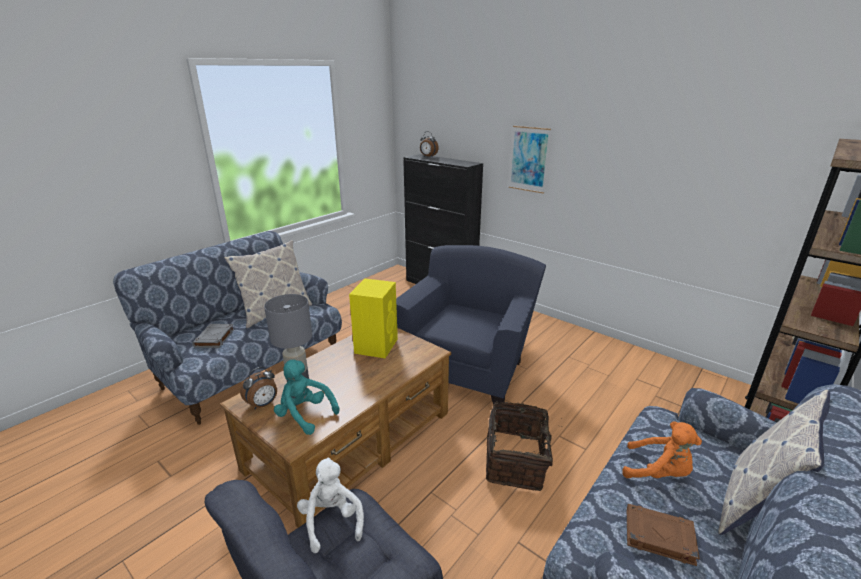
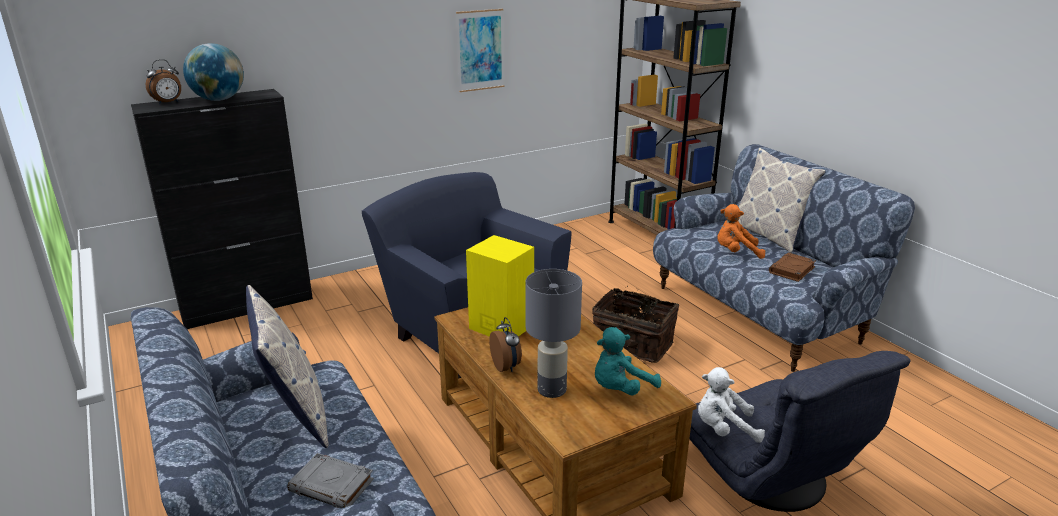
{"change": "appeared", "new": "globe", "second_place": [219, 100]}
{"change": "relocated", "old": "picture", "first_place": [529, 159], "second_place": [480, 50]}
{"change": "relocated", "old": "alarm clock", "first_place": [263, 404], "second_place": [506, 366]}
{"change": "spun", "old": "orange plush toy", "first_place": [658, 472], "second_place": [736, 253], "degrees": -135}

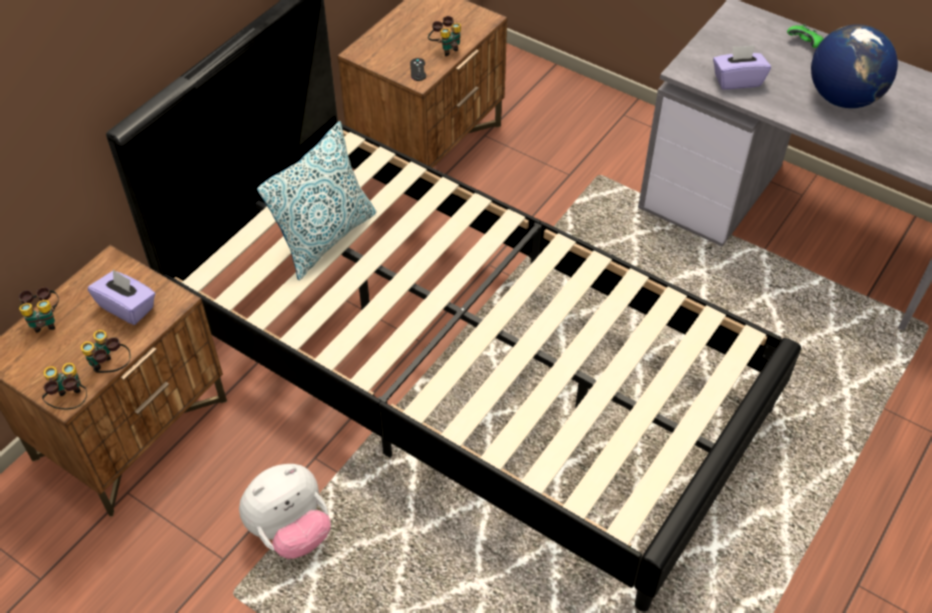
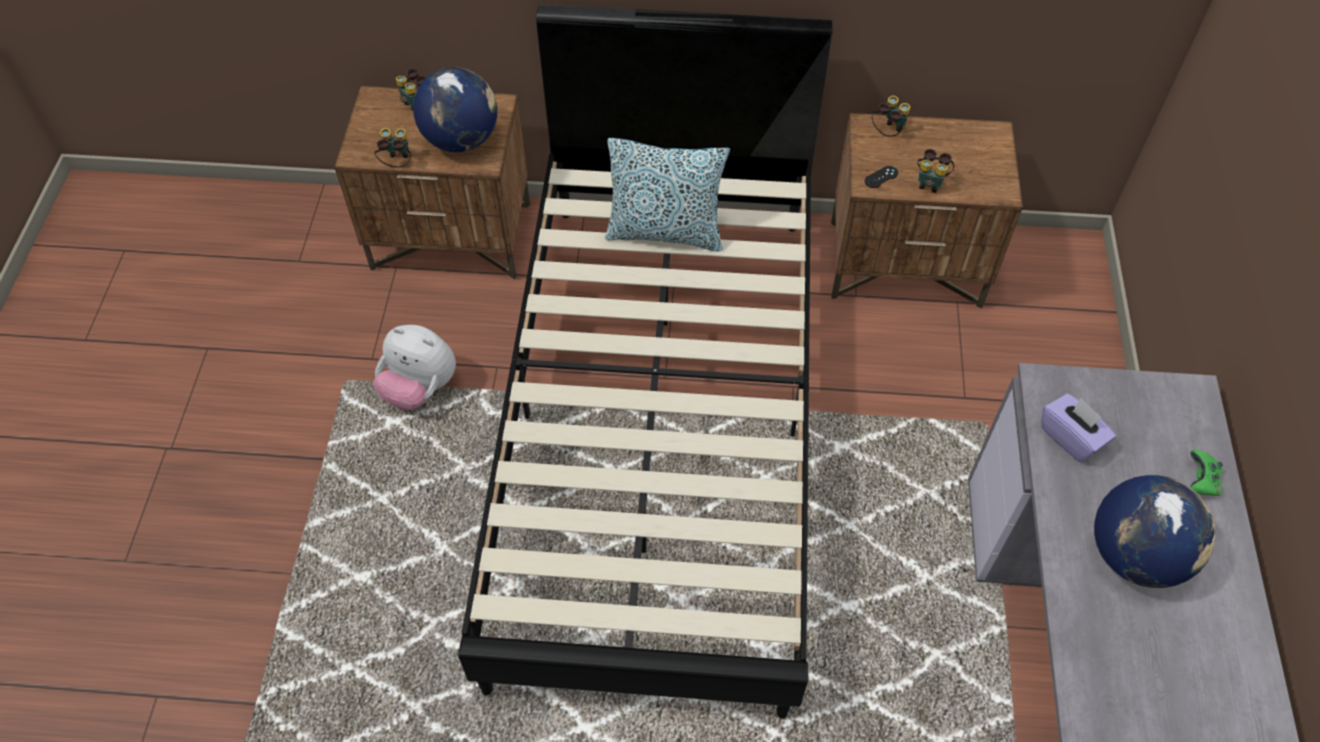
{"change": "exchanged", "old": "purple tissue box", "new": "globe", "first_place": [127, 307], "second_place": [461, 139]}
{"change": "relocated", "old": "binoculars", "first_place": [70, 402], "second_place": [887, 132]}

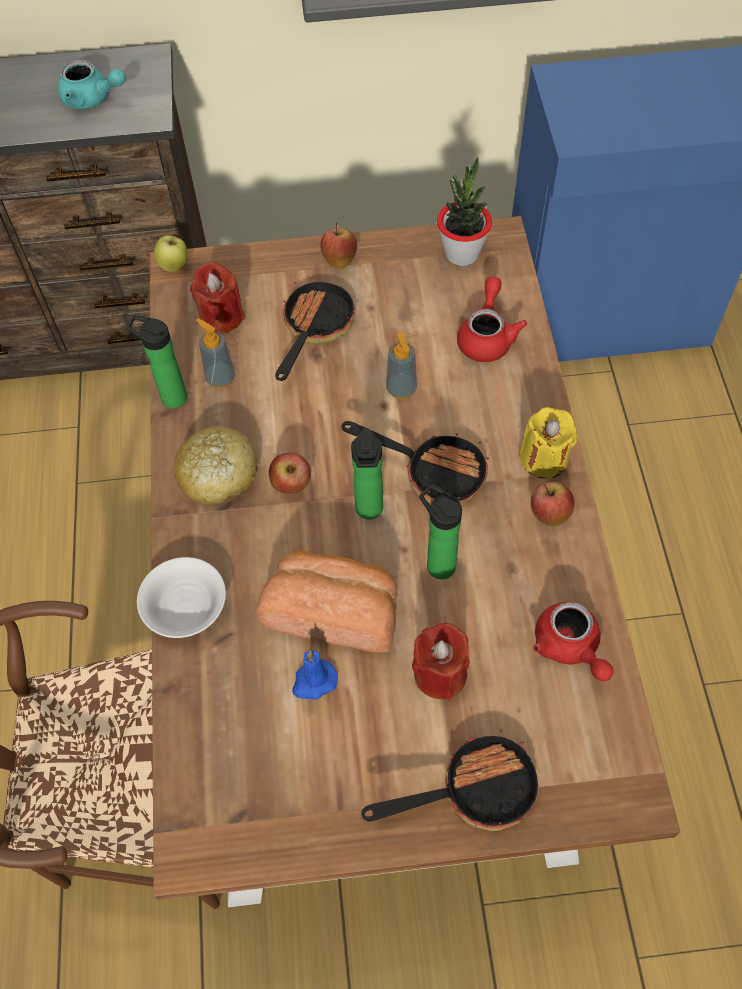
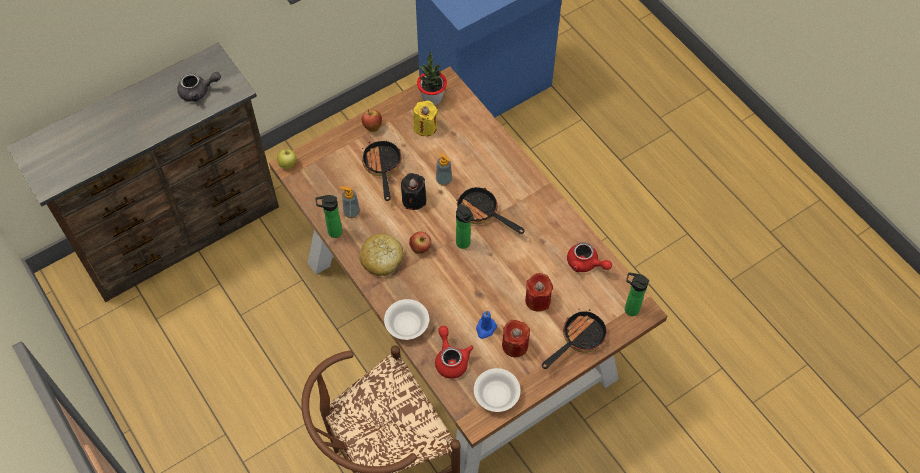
{"change": "colour", "old": "turquoise teapot", "new": "grey teapot", "first_place": [92, 99], "second_place": [198, 92]}
{"change": "appeared", "new": "black candle", "second_place": [414, 200]}
{"change": "relocated", "old": "yellow candle", "first_place": [544, 459], "second_place": [425, 127]}
{"change": "relocated", "old": "red teapot", "first_place": [487, 336], "second_place": [451, 359]}
{"change": "spun", "old": "frying pan", "first_place": [433, 471], "second_place": [482, 213], "degrees": -135}
{"change": "appeared", "new": "white bowl", "second_place": [497, 394]}
{"change": "relocated", "old": "red candle", "first_place": [221, 317], "second_place": [515, 345]}
{"change": "relocated", "old": "bottle", "first_place": [437, 563], "second_place": [629, 309]}
{"change": "missing", "old": "bread", "first_place": [334, 611]}
{"change": "missing", "old": "apple", "first_place": [549, 515]}

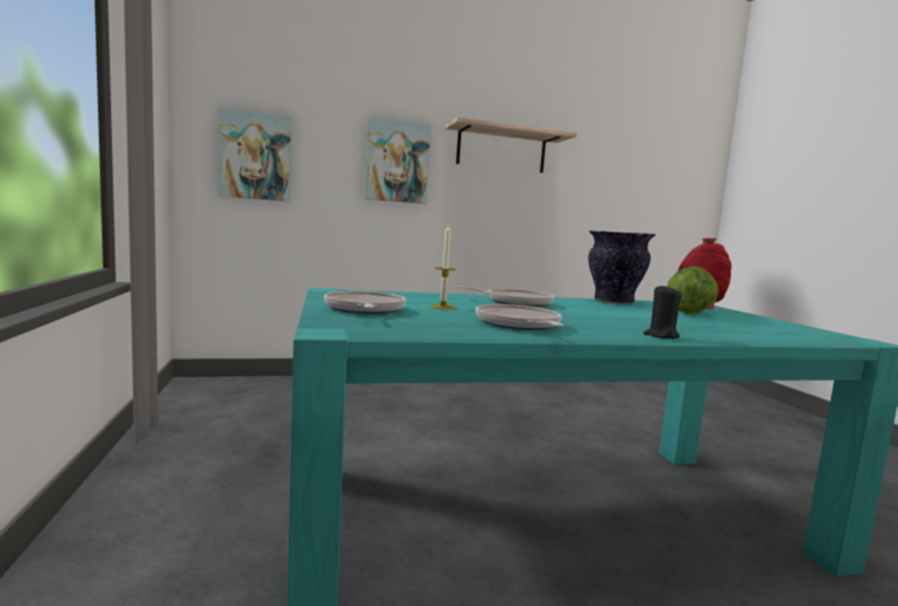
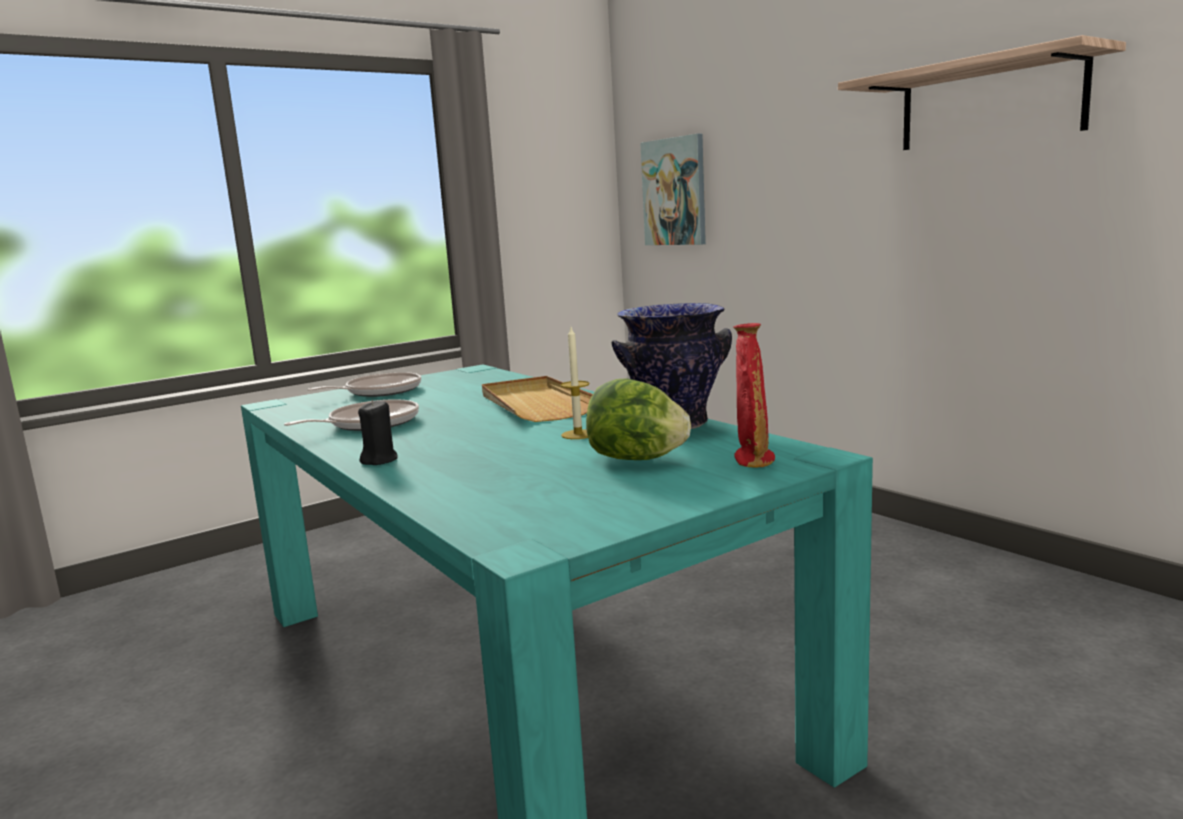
{"change": "exchanged", "old": "frying pan", "new": "beige tray", "first_place": [515, 302], "second_place": [535, 404]}
{"change": "relocated", "old": "candle", "first_place": [443, 307], "second_place": [578, 434]}
{"change": "missing", "old": "picture", "first_place": [397, 161]}

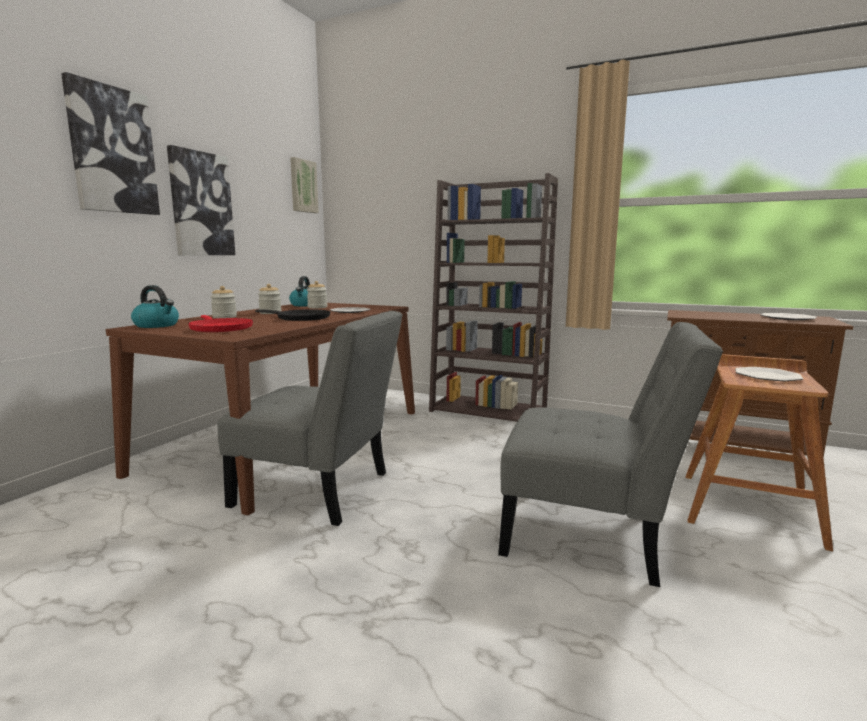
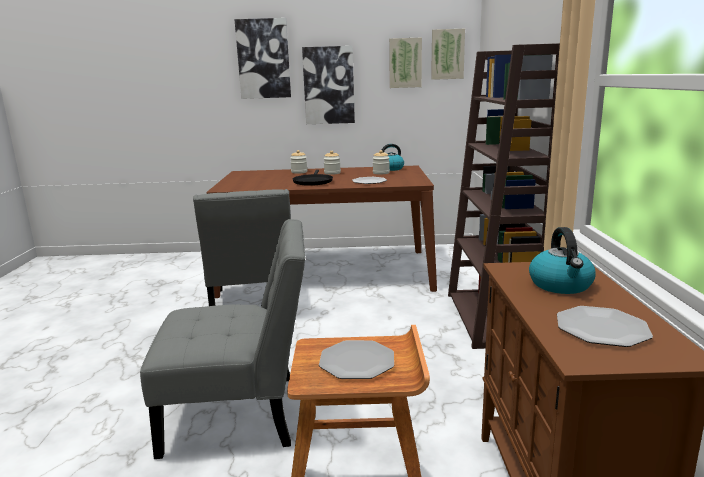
{"change": "spun", "old": "grey chair", "first_place": [592, 536], "second_place": [241, 414], "degrees": -90}
{"change": "appeared", "new": "picture", "second_place": [405, 63]}
{"change": "relocated", "old": "kettle", "first_place": [157, 325], "second_place": [561, 285]}
{"change": "missing", "old": "red frying pan", "first_place": [220, 328]}

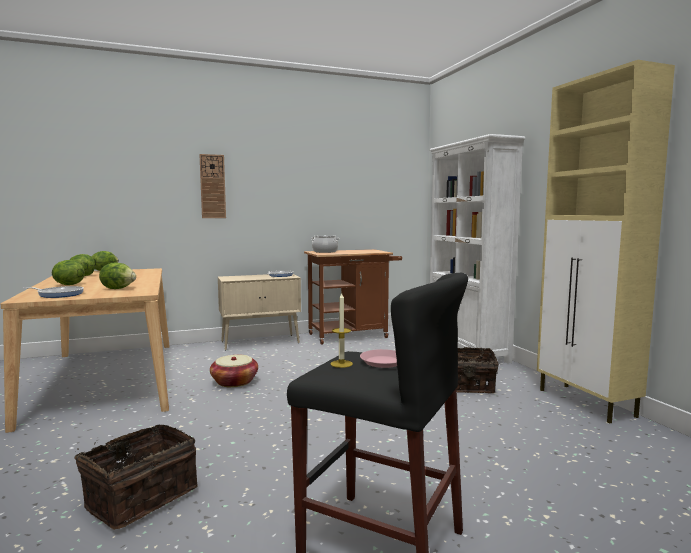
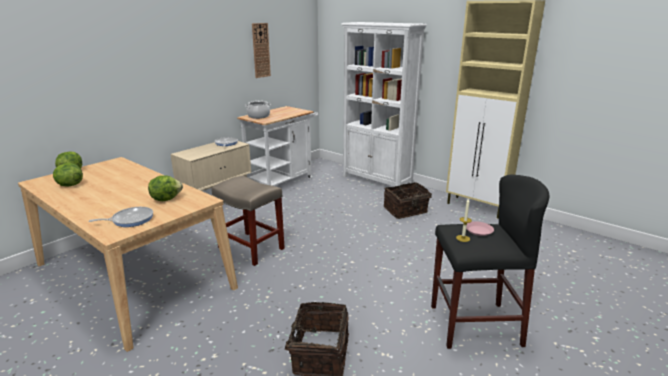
{"change": "exchanged", "old": "basket", "new": "beige stool", "first_place": [234, 382], "second_place": [252, 248]}
{"change": "colour", "old": "brown cart", "new": "white cart", "first_place": [352, 335], "second_place": [283, 181]}
{"change": "relocated", "old": "wall clock", "first_place": [212, 186], "second_place": [261, 50]}
{"change": "missing", "old": "lettuce", "first_place": [68, 285]}

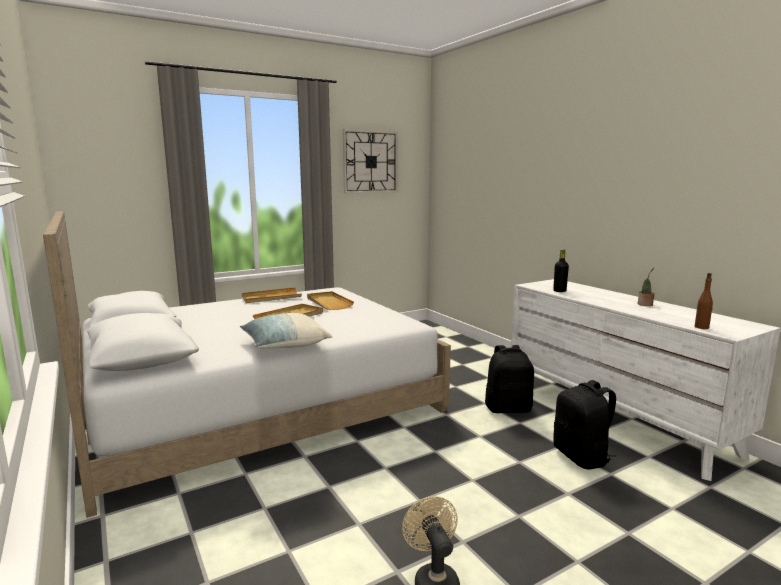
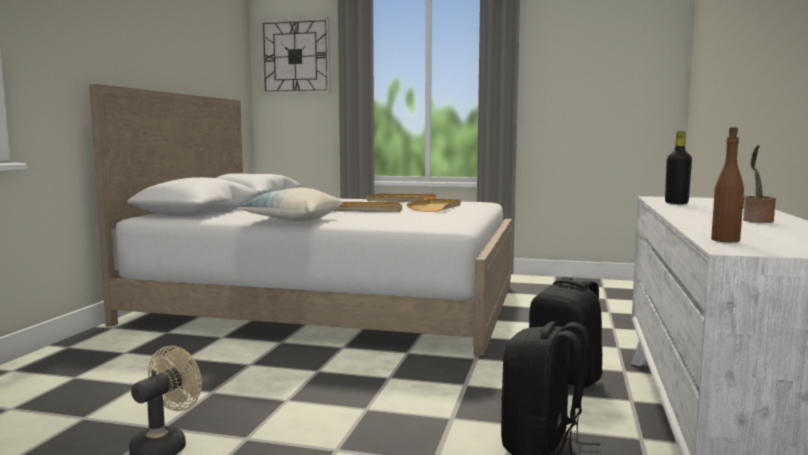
{"change": "relocated", "old": "wall clock", "first_place": [370, 162], "second_place": [295, 56]}

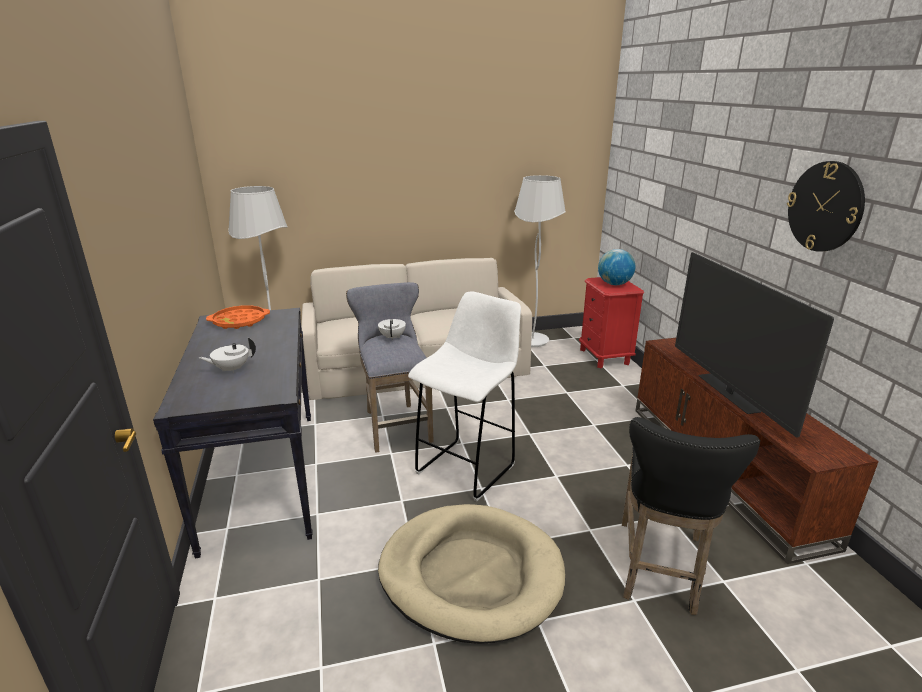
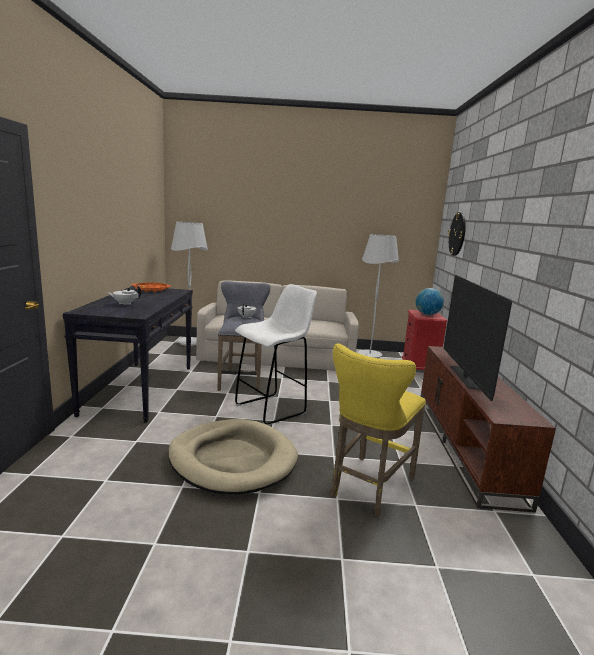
{"change": "colour", "old": "black stool", "new": "yellow stool", "first_place": [659, 570], "second_place": [368, 487]}
{"change": "relocated", "old": "wall clock", "first_place": [825, 207], "second_place": [457, 234]}

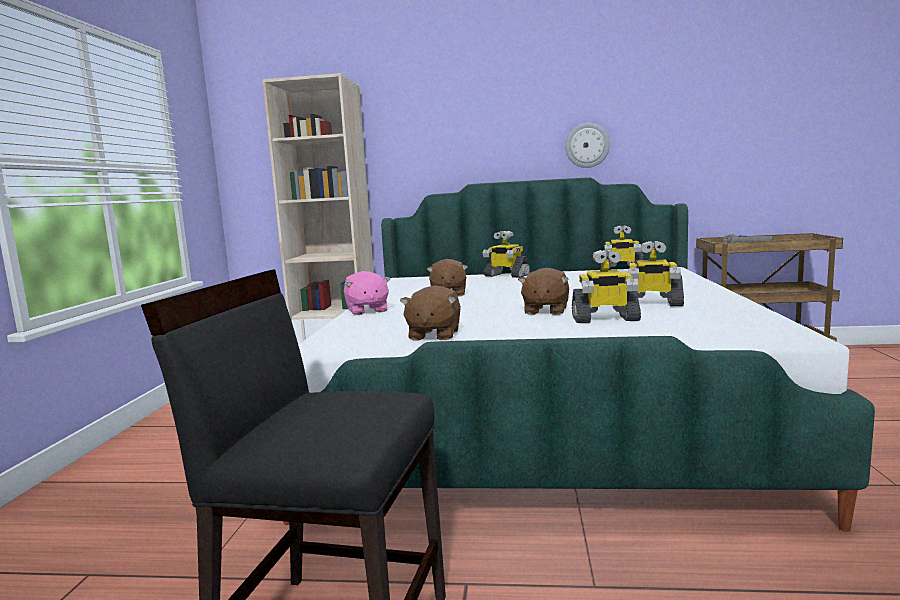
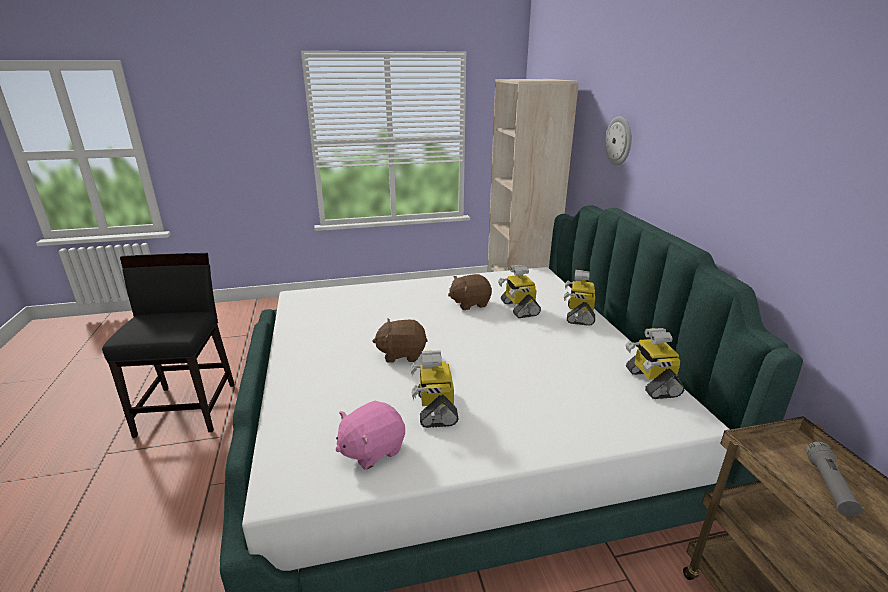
{"change": "relocated", "old": "pink plush toy", "first_place": [366, 310], "second_place": [371, 449]}
{"change": "relocated", "old": "toy robot", "first_place": [605, 319], "second_place": [518, 308]}
{"change": "relocated", "old": "wall clock", "first_place": [587, 145], "second_place": [619, 141]}
{"change": "missing", "old": "brown plush toy", "first_place": [433, 335]}

